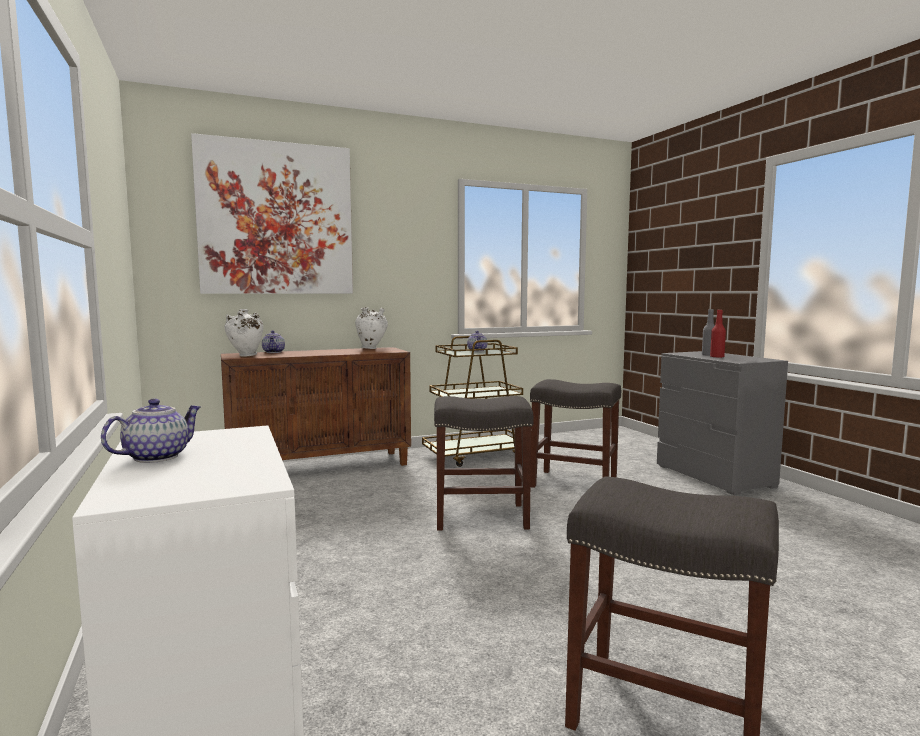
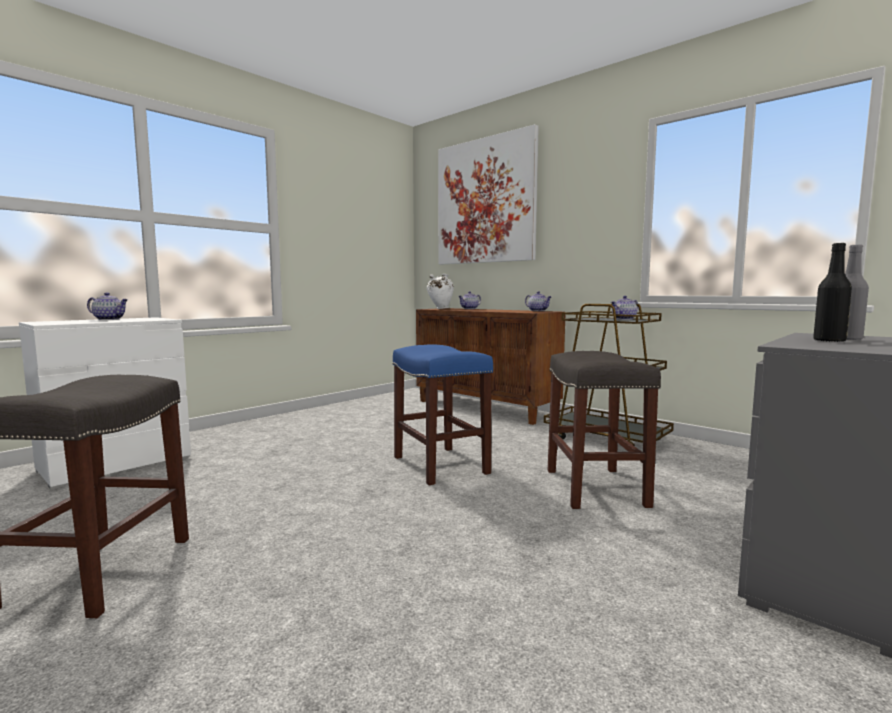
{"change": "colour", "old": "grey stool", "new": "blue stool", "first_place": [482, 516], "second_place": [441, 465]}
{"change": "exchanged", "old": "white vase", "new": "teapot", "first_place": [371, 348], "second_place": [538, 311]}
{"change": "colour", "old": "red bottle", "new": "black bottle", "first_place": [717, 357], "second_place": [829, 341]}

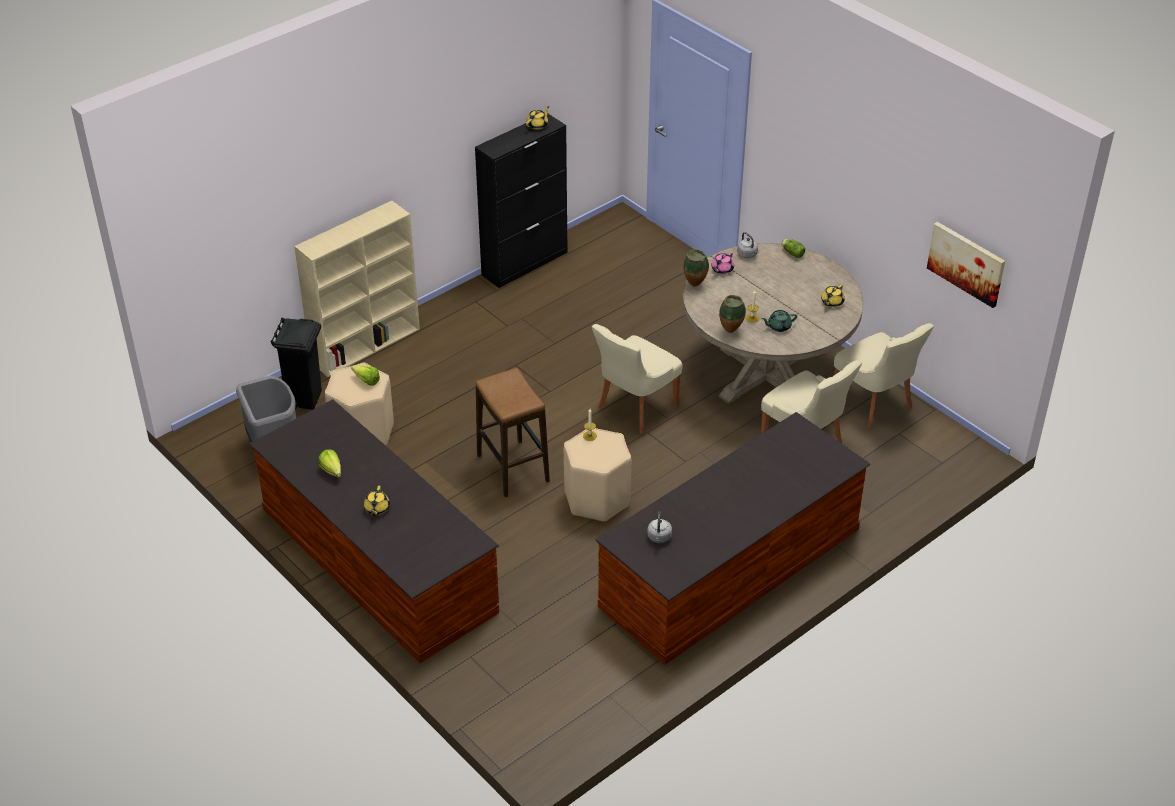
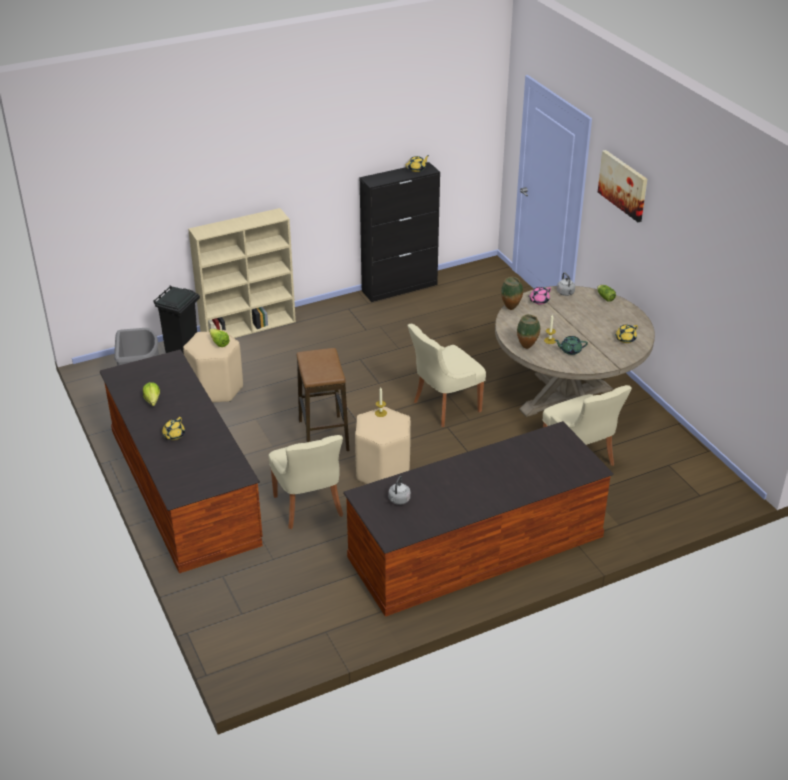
{"change": "relocated", "old": "beige chair", "first_place": [874, 404], "second_place": [309, 507]}
{"change": "relocated", "old": "picture", "first_place": [966, 263], "second_place": [623, 185]}

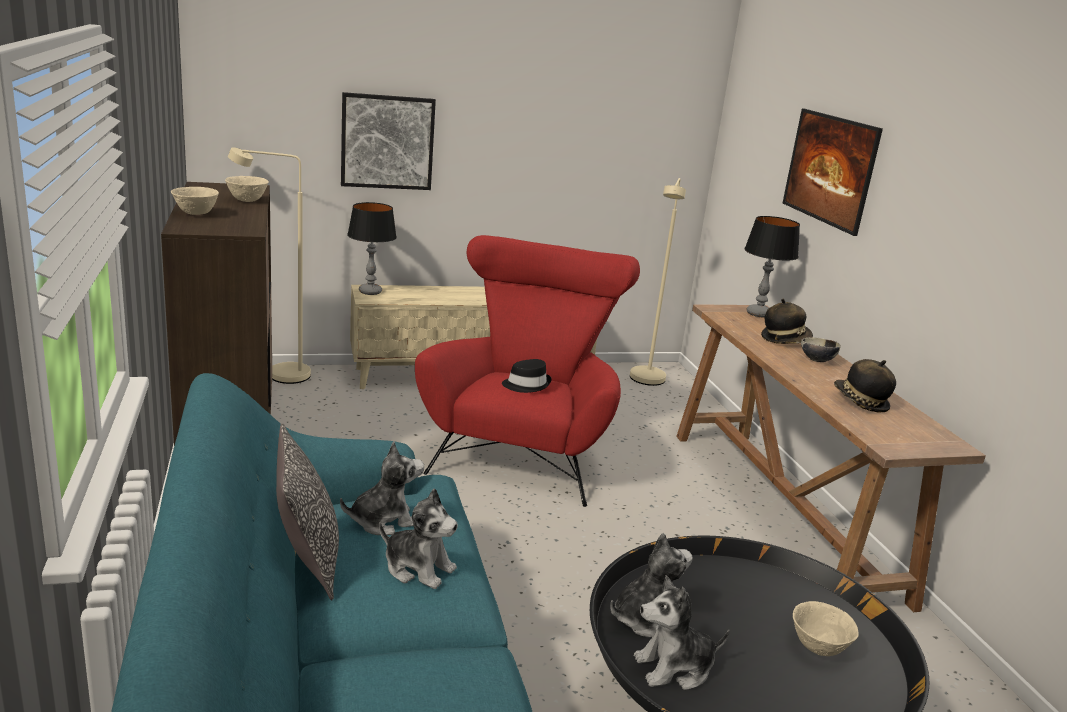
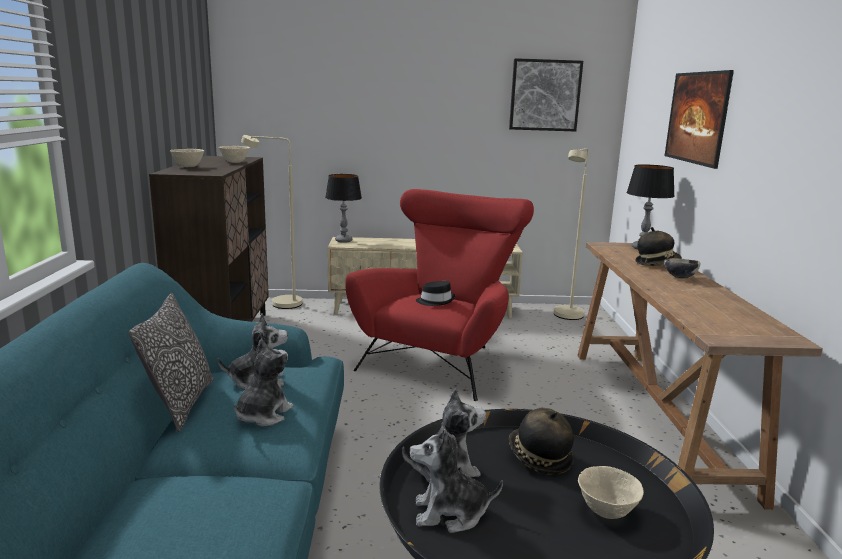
{"change": "spun", "old": "plush toy", "first_place": [418, 568], "second_place": [263, 415], "degrees": -105}
{"change": "relocated", "old": "picture", "first_place": [387, 142], "second_place": [545, 95]}
{"change": "relocated", "old": "hat", "first_place": [859, 402], "second_place": [538, 458]}

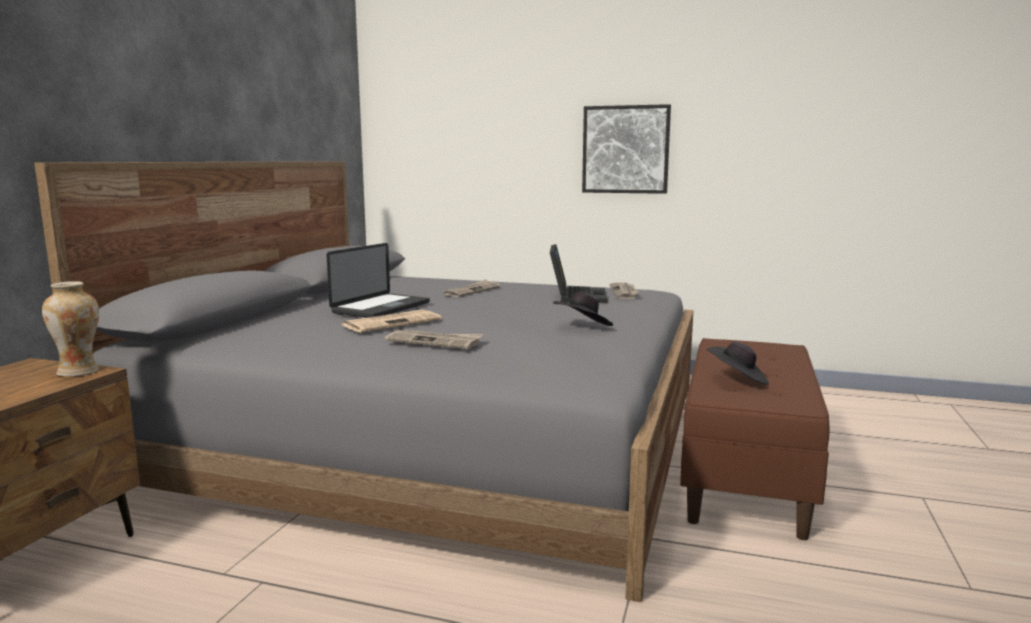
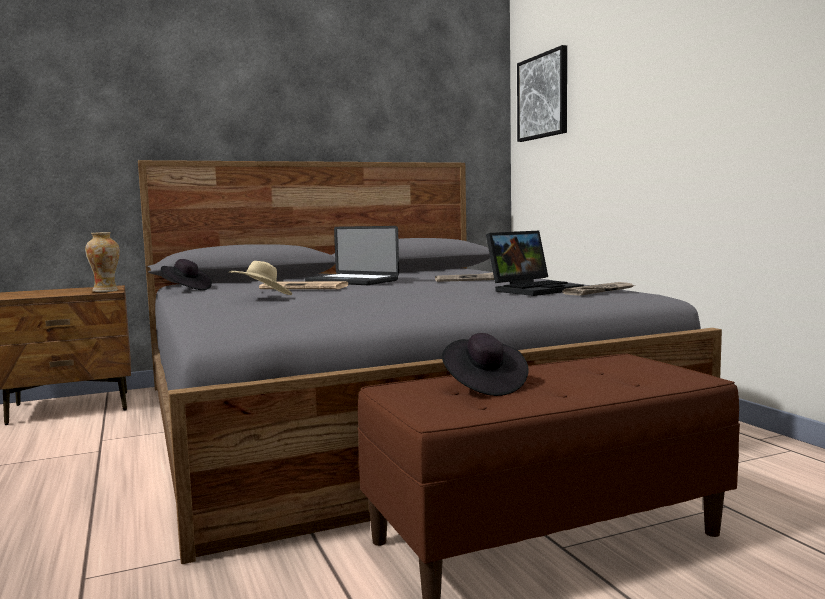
{"change": "relocated", "old": "black hat", "first_place": [583, 327], "second_place": [186, 289]}
{"change": "exchanged", "old": "newspaper", "new": "beige hat", "first_place": [434, 341], "second_place": [262, 297]}
{"change": "spun", "old": "laptop", "first_place": [381, 307], "second_place": [351, 281], "degrees": 45}
{"change": "relocated", "old": "picture", "first_place": [625, 149], "second_place": [543, 96]}

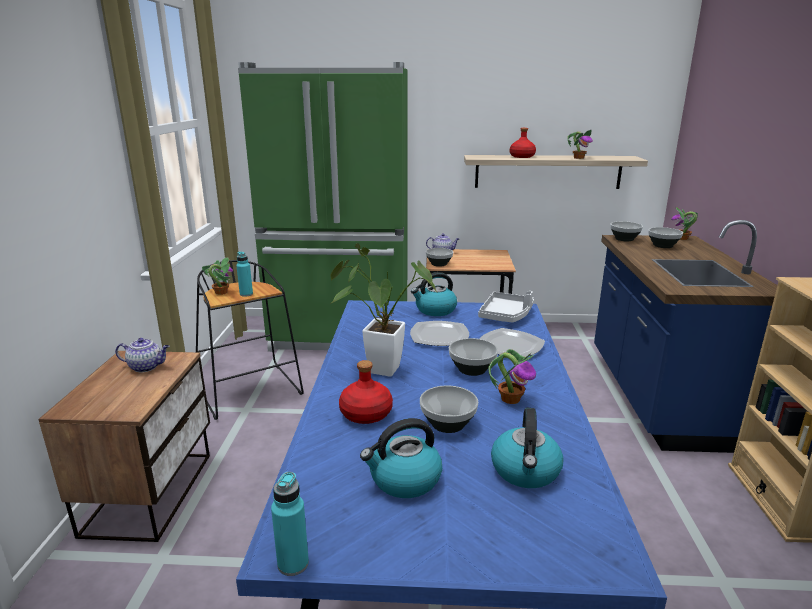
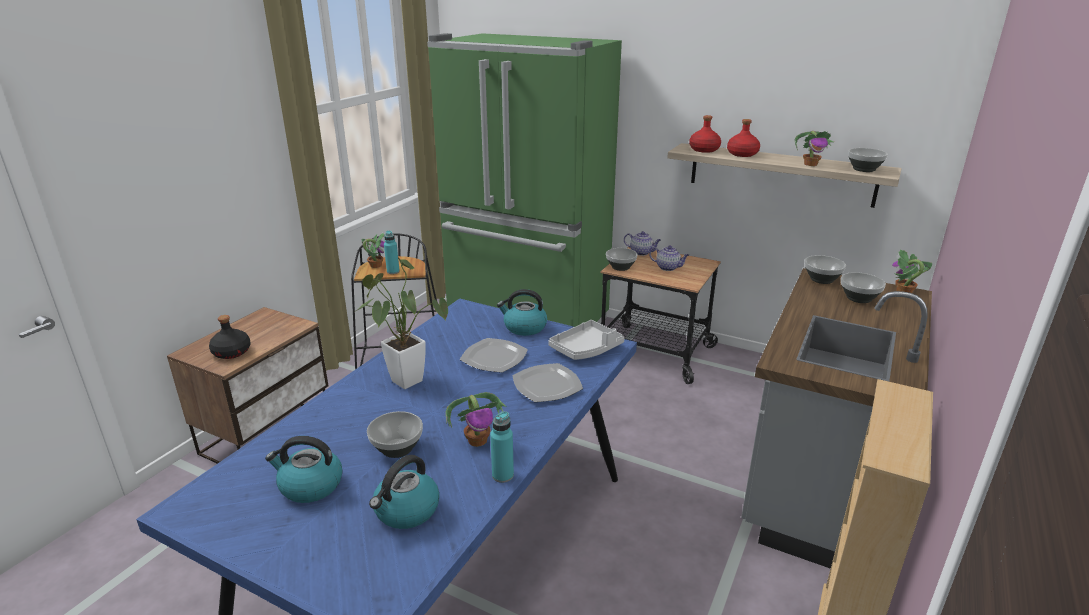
{"change": "appeared", "new": "black bottle", "second_place": [232, 352]}
{"change": "relocated", "old": "turquoise bottle", "first_place": [293, 564], "second_place": [502, 475]}
{"change": "relocated", "old": "teapot", "first_place": [146, 367], "second_place": [668, 268]}
{"change": "relocated", "old": "red bottle", "first_place": [366, 413], "second_place": [704, 150]}
{"change": "colour", "old": "blue counter", "new": "grey counter", "first_place": [657, 397], "second_place": [816, 482]}
{"change": "relocated", "old": "bowl", "first_place": [472, 370], "second_place": [864, 169]}

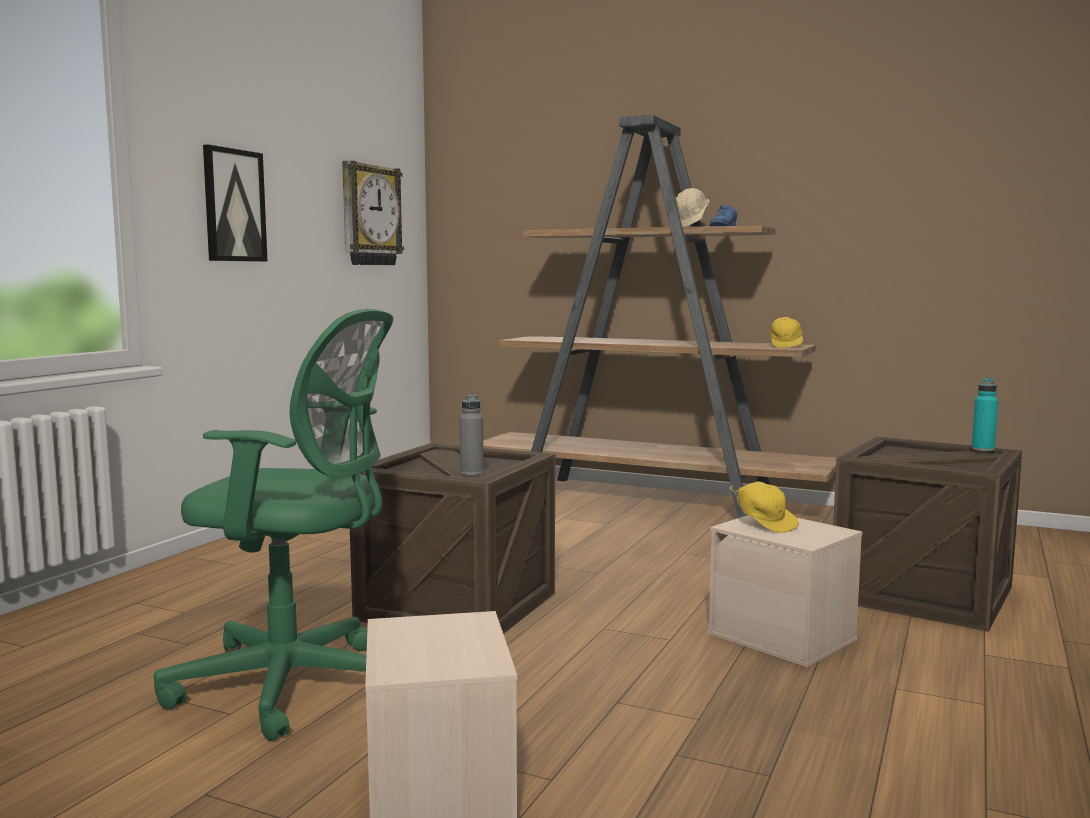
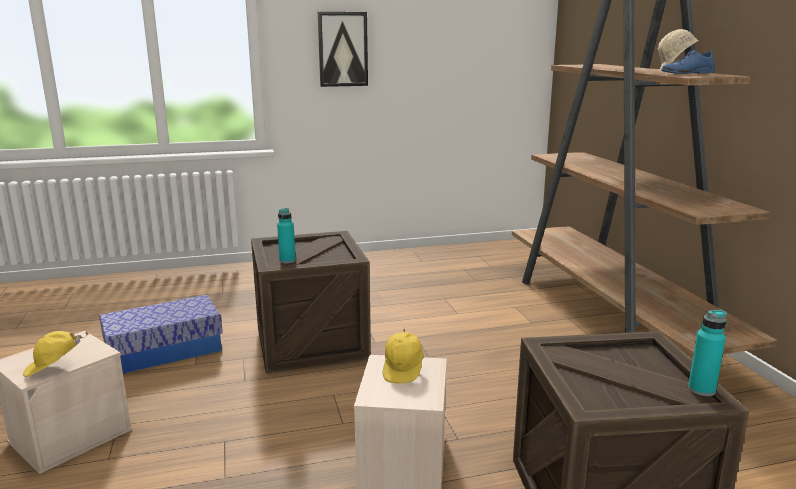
{"change": "relocated", "old": "yellow cap", "first_place": [786, 346], "second_place": [54, 367]}
{"change": "exchanged", "old": "green office chair", "new": "storage box", "first_place": [296, 685], "second_place": [164, 351]}
{"change": "colour", "old": "grey bottle", "new": "turquoise bottle", "first_place": [471, 472], "second_place": [287, 260]}
{"change": "missing", "old": "wall clock", "first_place": [369, 215]}

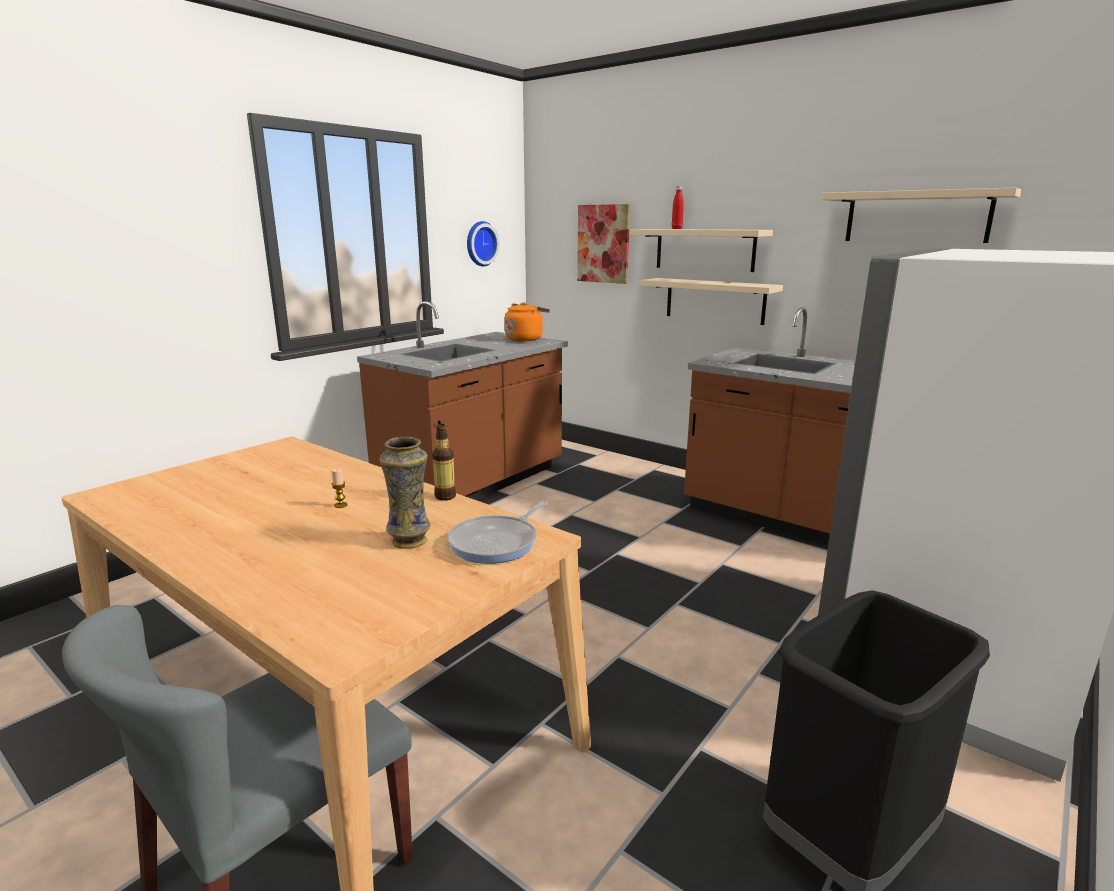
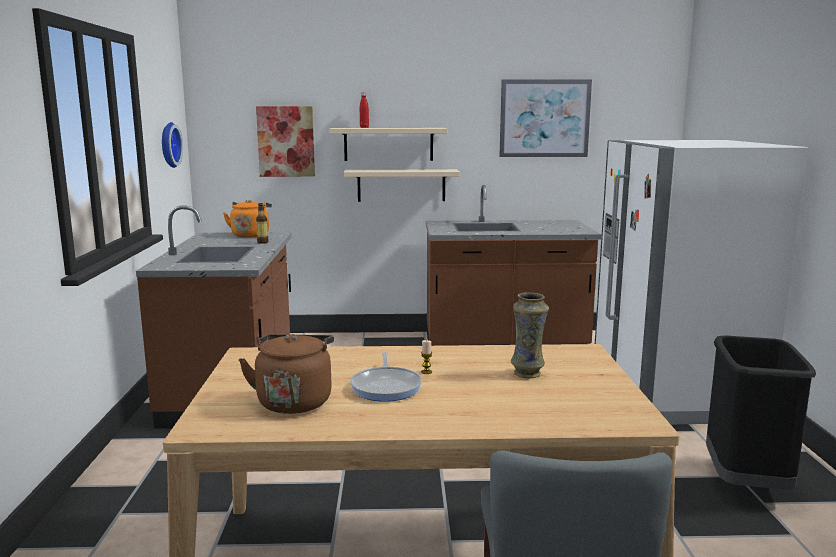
{"change": "appeared", "new": "brown kettle", "second_place": [294, 401]}
{"change": "relocated", "old": "bottle", "first_place": [445, 496], "second_place": [262, 242]}
{"change": "relocated", "old": "frying pan", "first_place": [497, 543], "second_place": [386, 387]}
{"change": "exchanged", "old": "beige shelf", "new": "picture", "first_place": [916, 217], "second_place": [544, 118]}

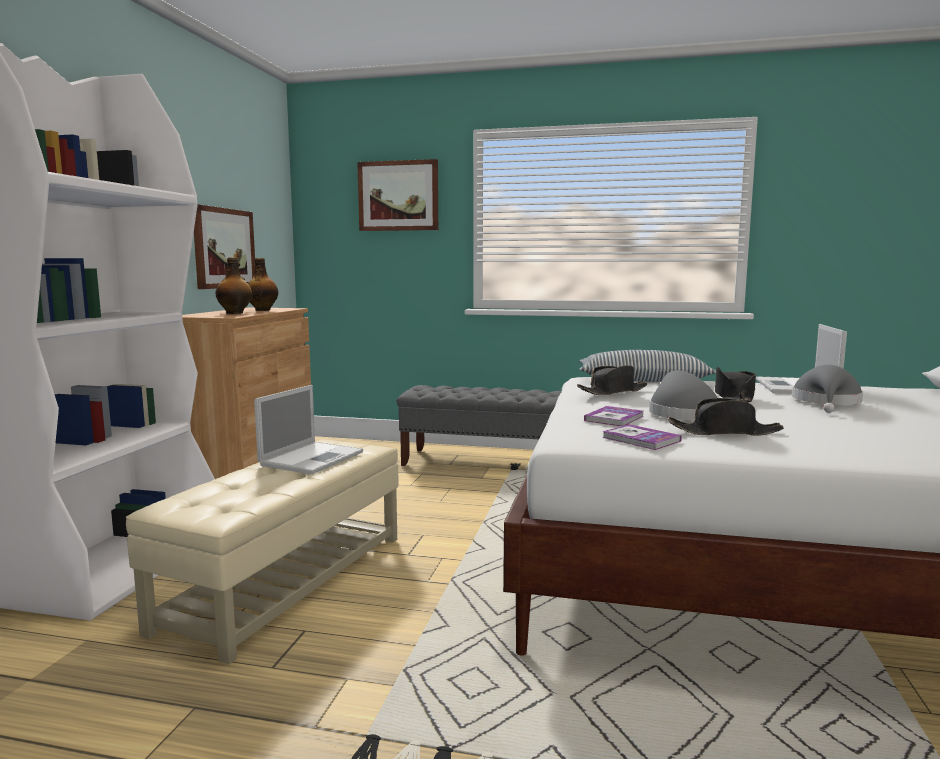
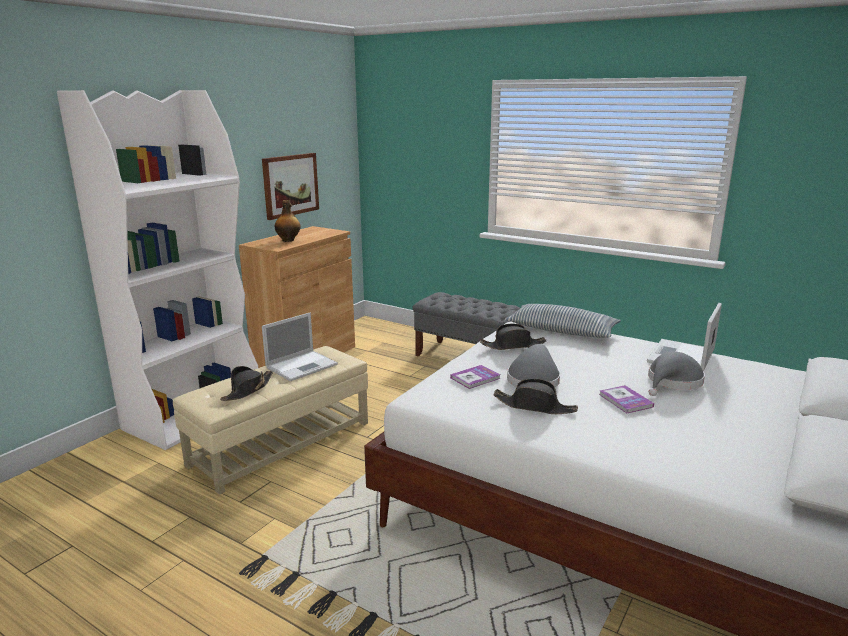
{"change": "relocated", "old": "black hat", "first_place": [733, 397], "second_place": [248, 390]}
{"change": "relocated", "old": "book", "first_place": [641, 439], "second_place": [625, 400]}
{"change": "missing", "old": "bottle", "first_place": [263, 310]}
{"change": "missing", "old": "picture", "first_place": [398, 196]}

